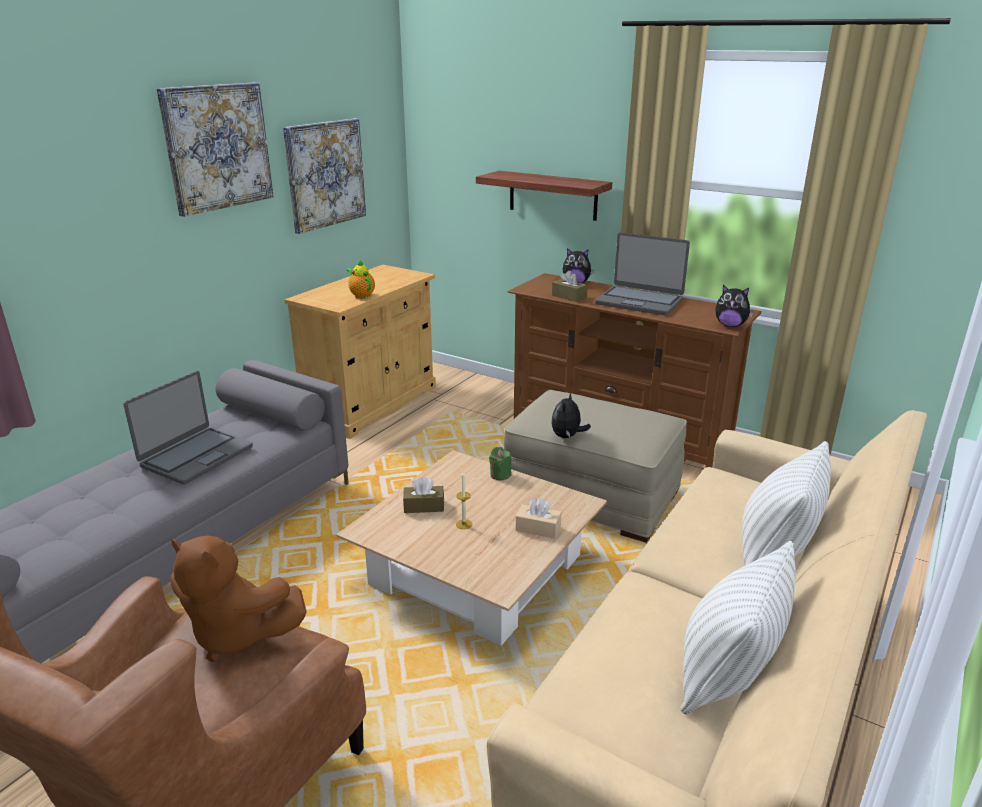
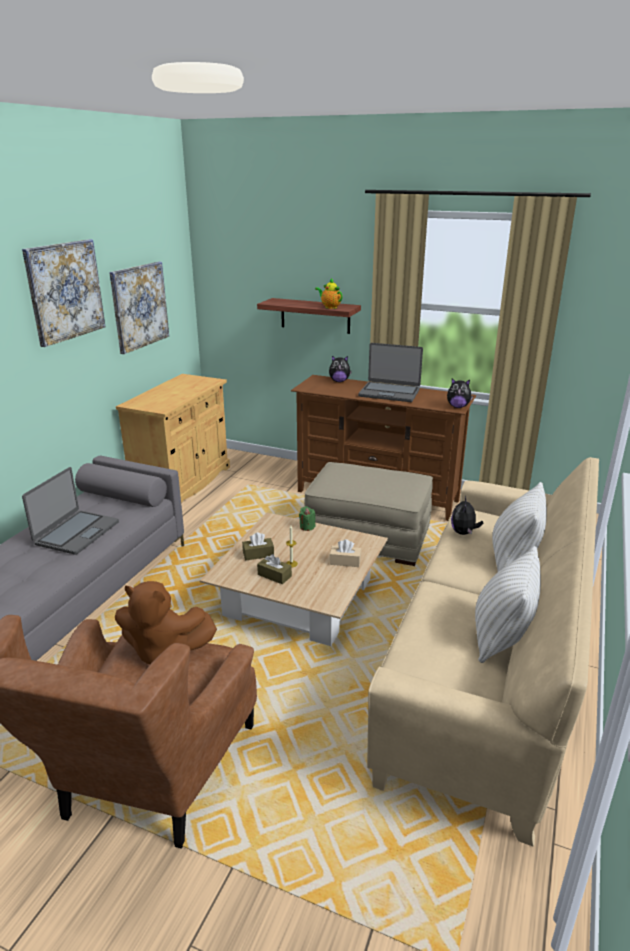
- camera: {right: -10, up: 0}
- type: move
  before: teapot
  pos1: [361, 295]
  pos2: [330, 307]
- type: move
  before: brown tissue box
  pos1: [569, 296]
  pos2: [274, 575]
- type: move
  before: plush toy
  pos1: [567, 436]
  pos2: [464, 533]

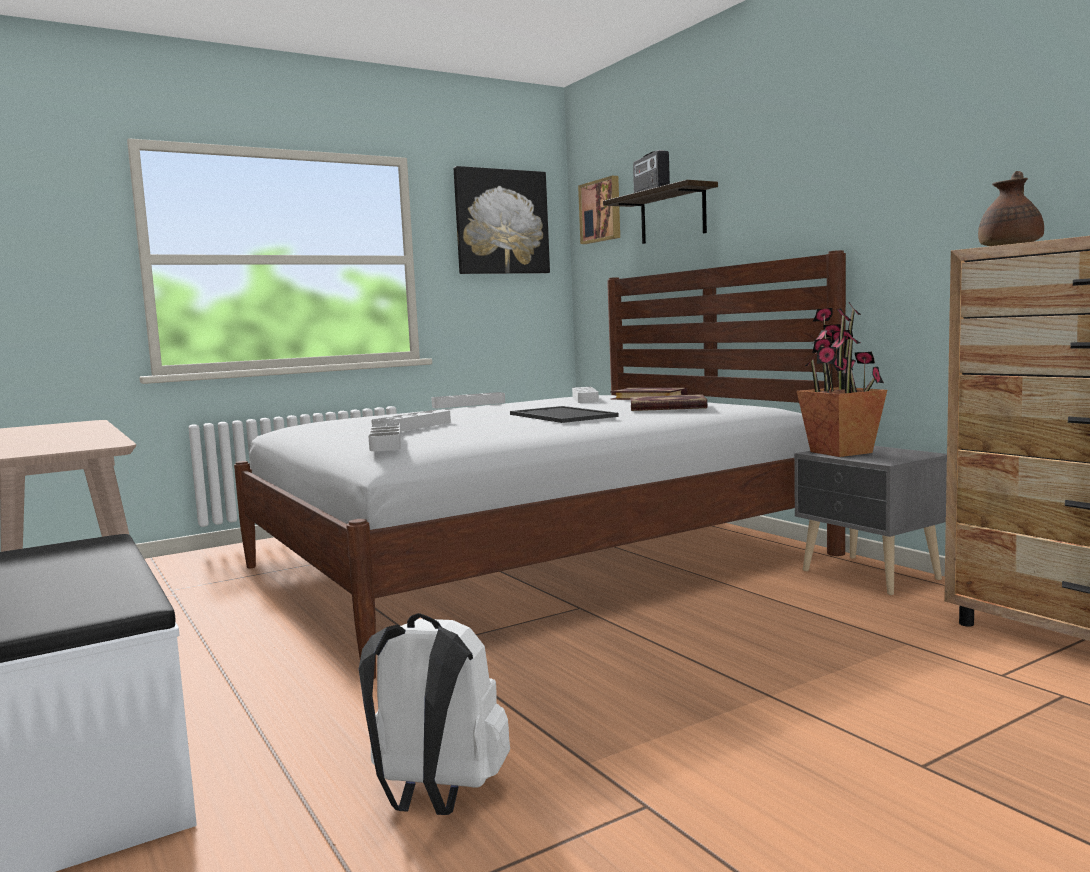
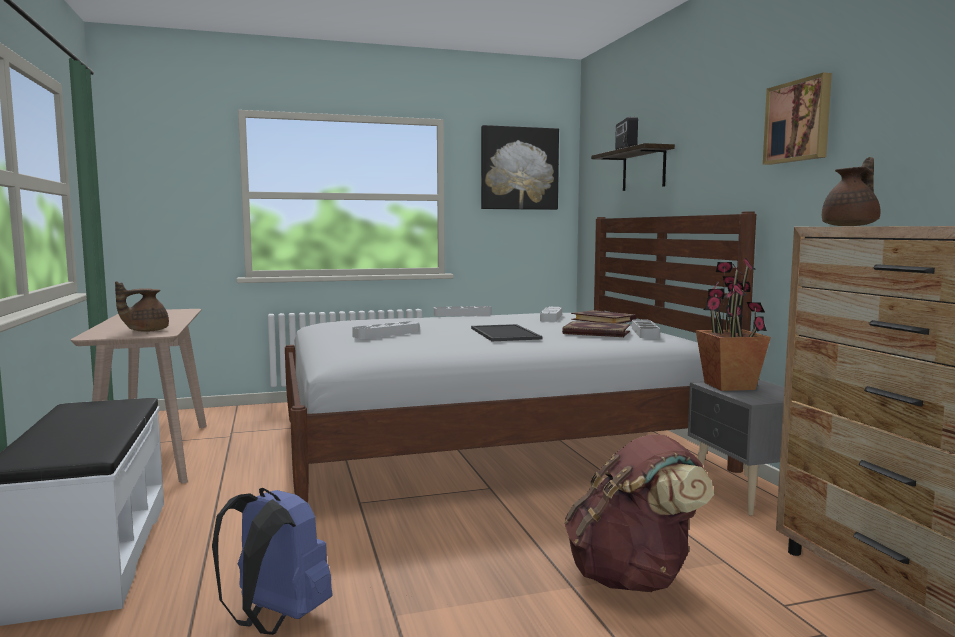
- camera: {right: 15, up: 0}
- type: move
  before: picture
  pos1: [601, 211]
  pos2: [799, 121]
- type: move
  before: grey tray
  pos1: [385, 443]
  pos2: [645, 333]
- type: recolor
  before: white backpack
  after: blue backpack
  pos1: [435, 797]
  pos2: [275, 619]
- type: insert
  after: brown teapot
  pos2: [145, 331]
- type: insert
  after: brown backpack
  pos2: [633, 577]

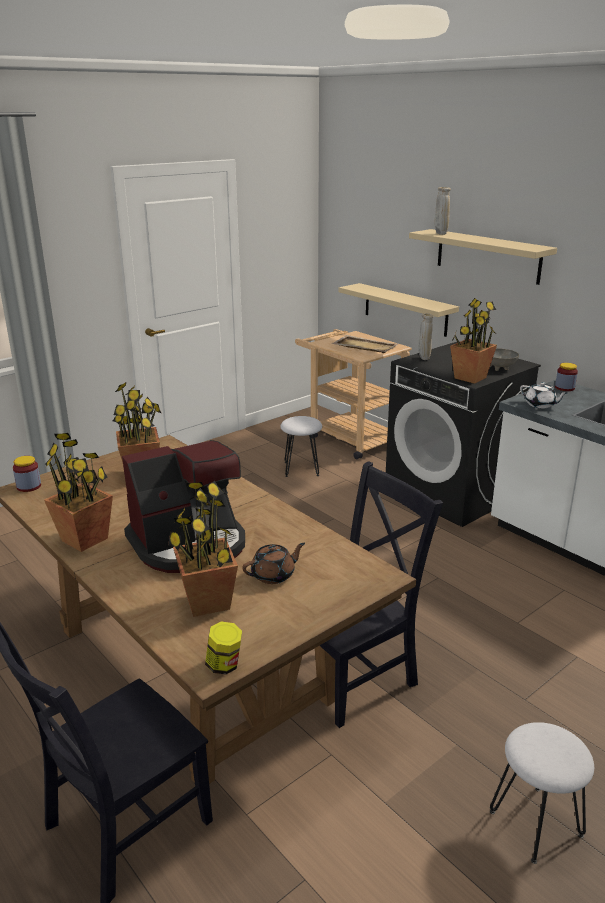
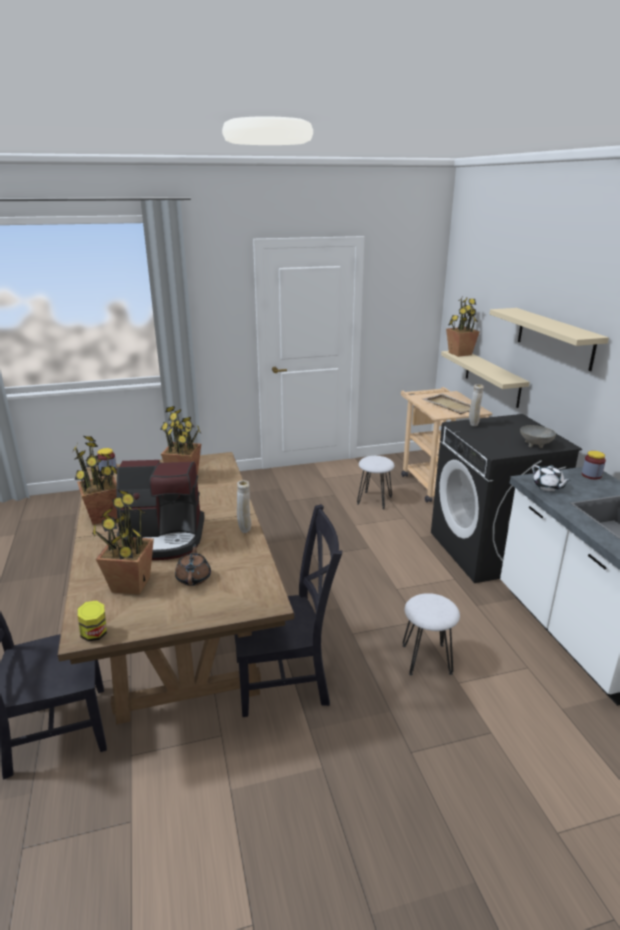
- camera: {right: 25, up: 0}
- type: move
  before: beige vase
  pos1: [440, 234]
  pos2: [244, 530]
- type: move
  before: potted plant
  pos1: [470, 378]
  pos2: [459, 353]
- type: rotate
  before: brown teapot
  pos1: [274, 575]
  pos2: [194, 578]
  turn: -90
- type: move
  before: white stool
  pos1: [535, 823]
  pos2: [426, 659]

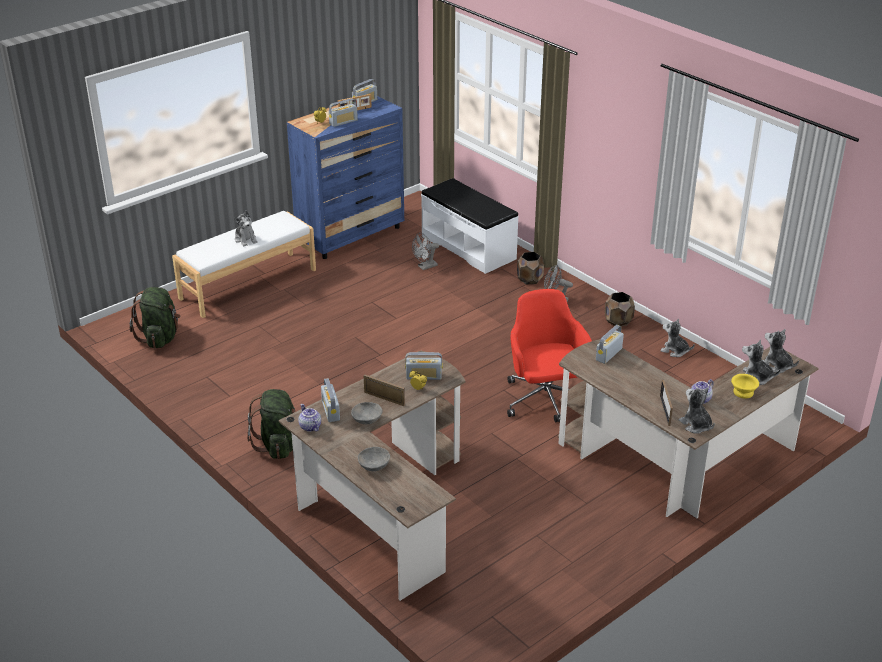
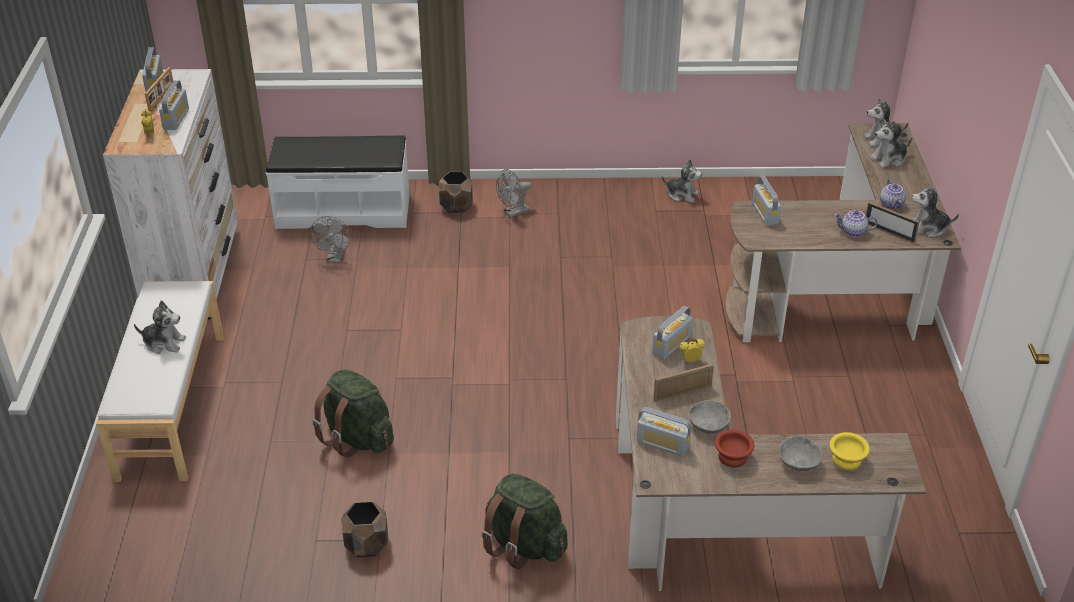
- camera: {right: -50, up: 5}
- type: recolor
  before: blue dresser
  after: white dresser
  pos1: [351, 235]
  pos2: [194, 274]
- type: move
  before: green backpack
  pos1: [160, 338]
  pos2: [357, 438]
- type: delete
  before: red office chair
  pos1: [545, 400]
- type: move
  before: brown planter
  pos1: [618, 321]
  pos2: [367, 545]
- type: rotate
  before: plush toy
  pos1: [674, 351]
  pos2: [682, 194]
  turn: -135
- type: move
  before: yellow bowl
  pos1: [744, 392]
  pos2: [847, 459]
- type: move
  before: teapot
  pos1: [309, 427]
  pos2: [853, 232]
- type: insert
  after: brown bowl
  pos2: [731, 456]

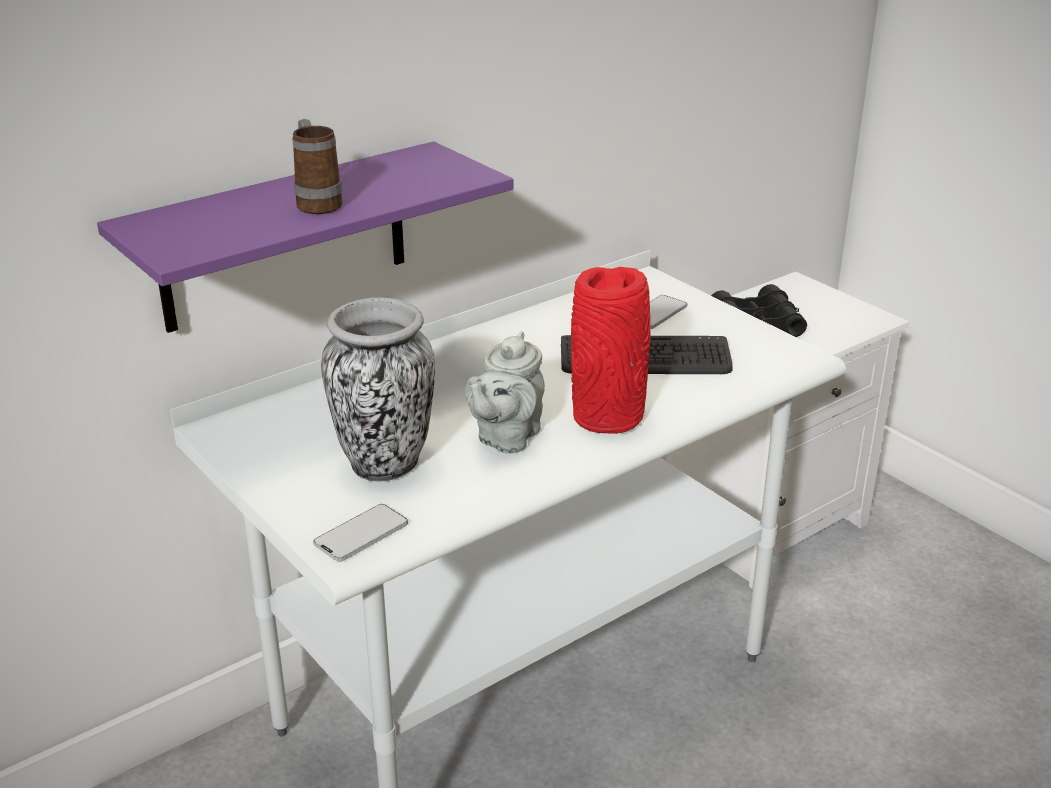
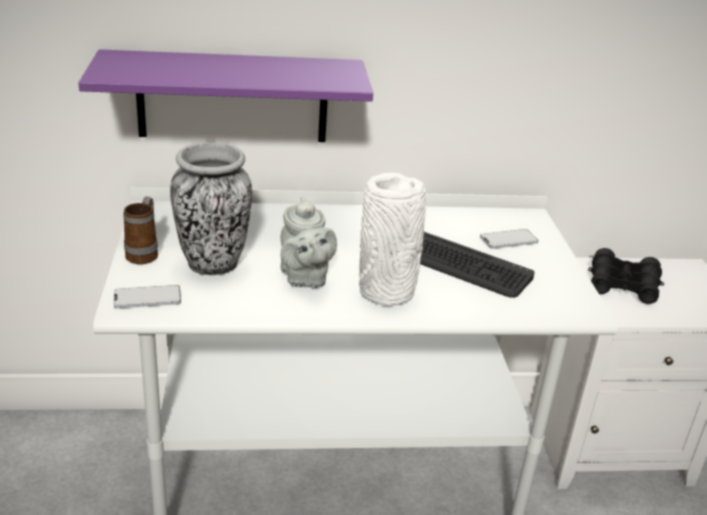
- camera: {right: 30, up: 0}
- type: move
  before: mug
  pos1: [317, 202]
  pos2: [144, 253]
- type: recolor
  before: red vase
  after: white vase
  pos1: [608, 417]
  pos2: [388, 292]
- type: rotate
  before: grey teapot
  pos1: [506, 438]
  pos2: [304, 278]
  turn: -75

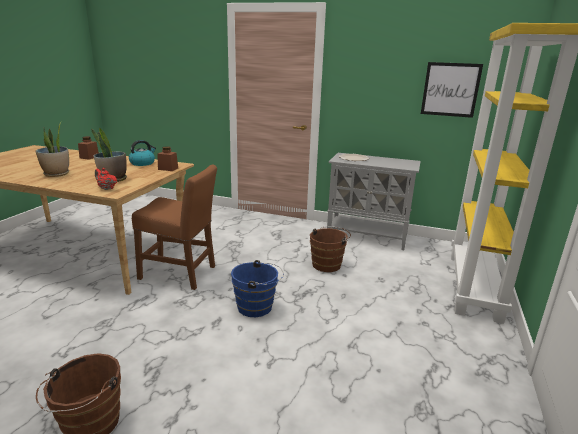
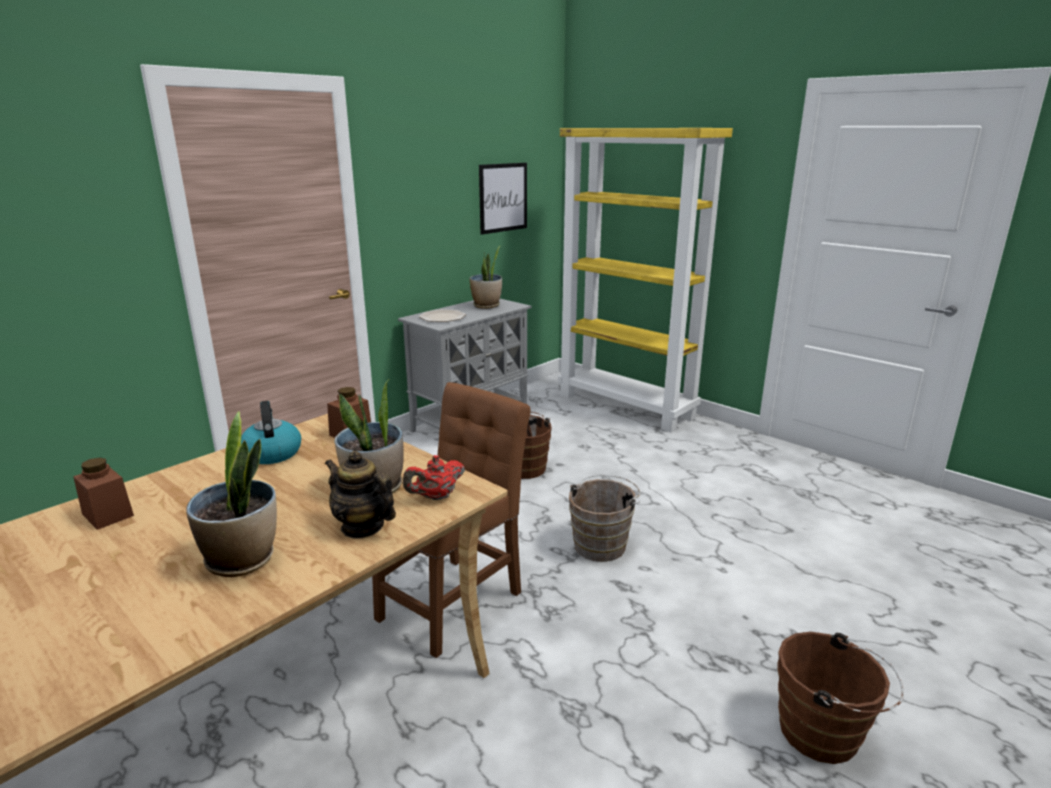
- camera: {right: -65, up: 0}
- type: recolor
  before: blue bucket
  after: brown bucket
  pos1: [257, 307]
  pos2: [602, 544]
- type: insert
  after: potted plant
  pos2: [486, 306]
- type: insert
  after: teapot
  pos2: [362, 527]

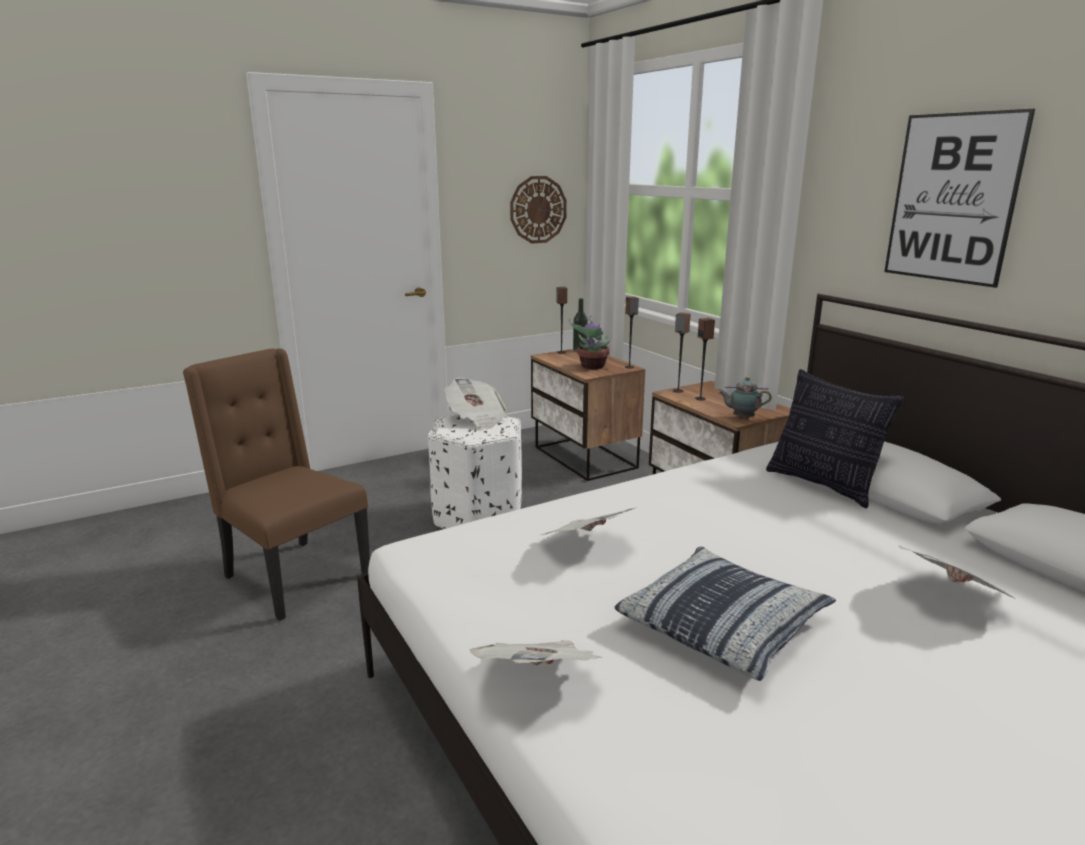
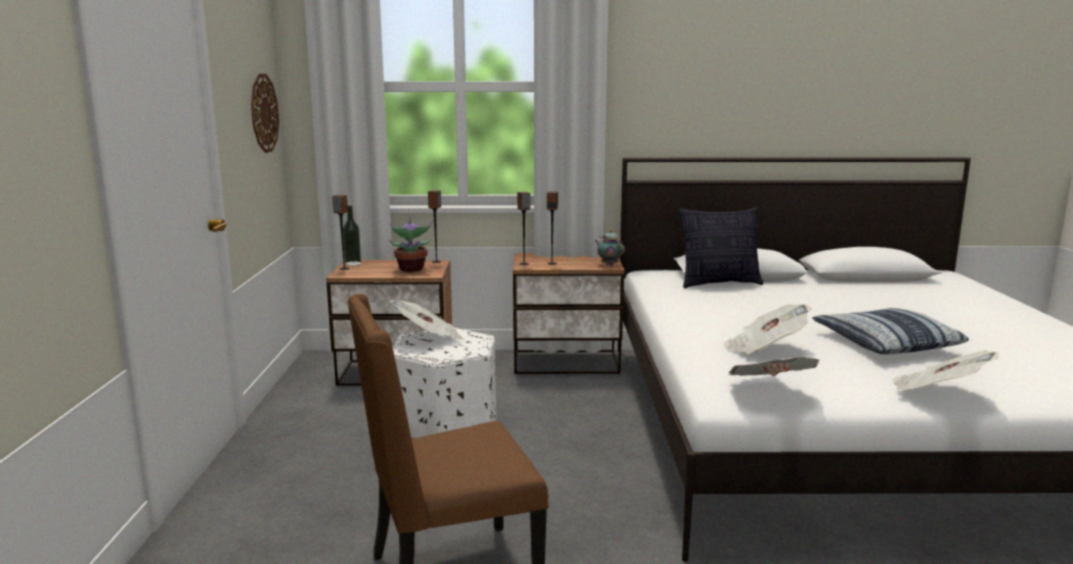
- camera: {right: -60, up: -5}
- type: delete
  before: picture
  pos1: [953, 198]
- type: rotate
  before: teapot
  pos1: [741, 418]
  pos2: [609, 265]
  turn: 105
- type: move
  before: newspaper
  pos1: [954, 598]
  pos2: [770, 390]

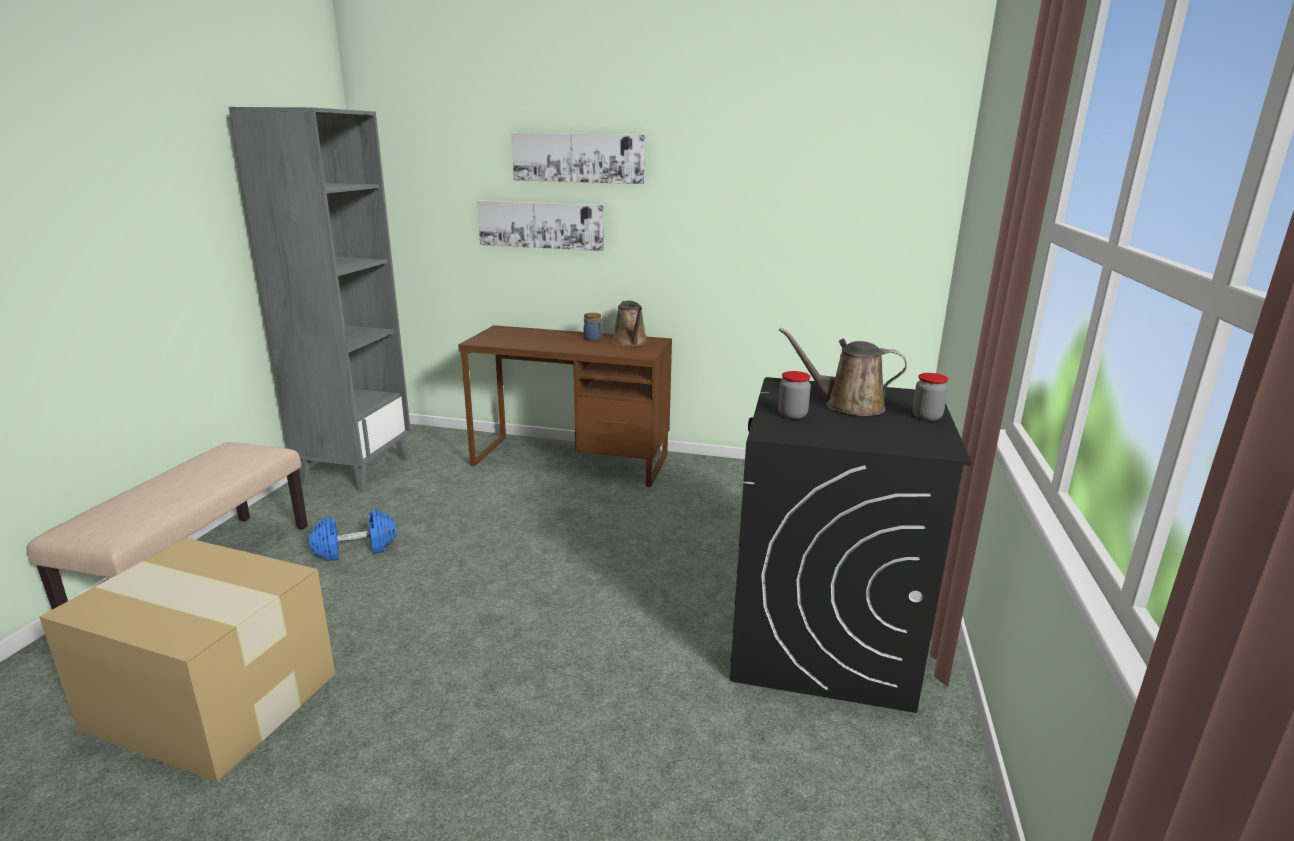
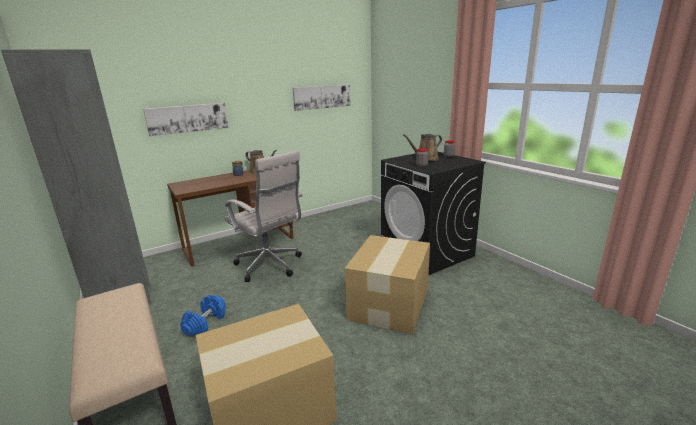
- camera: {right: -45, up: 0}
- type: move
  before: picture
  pos1: [578, 158]
  pos2: [322, 97]
- type: insert
  after: white office chair
  pos2: [270, 266]
- type: insert
  after: cardboard box
  pos2: [390, 303]

